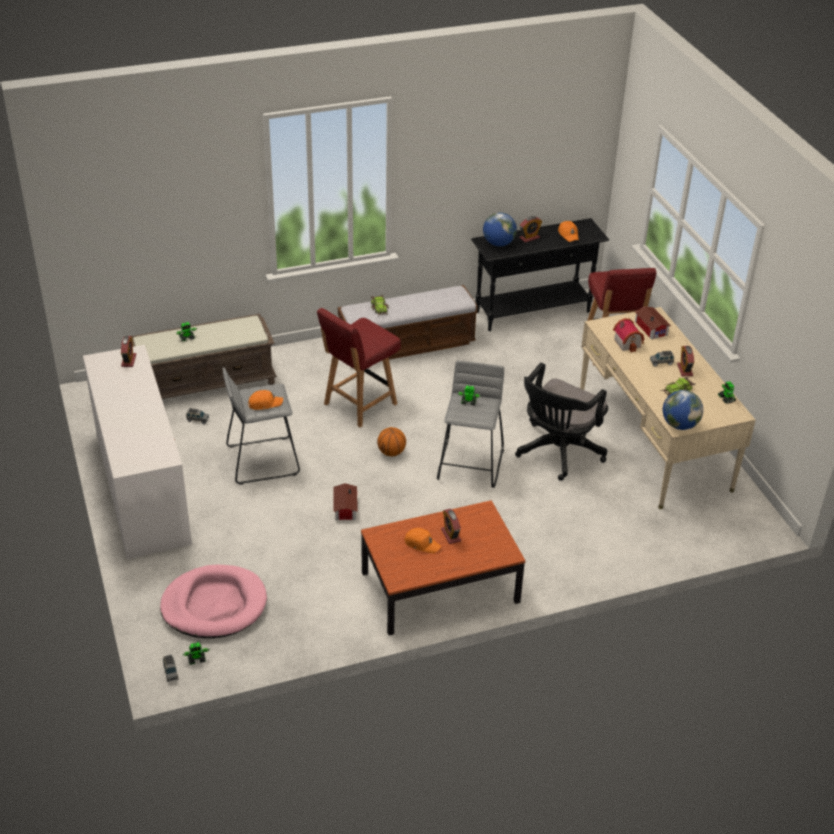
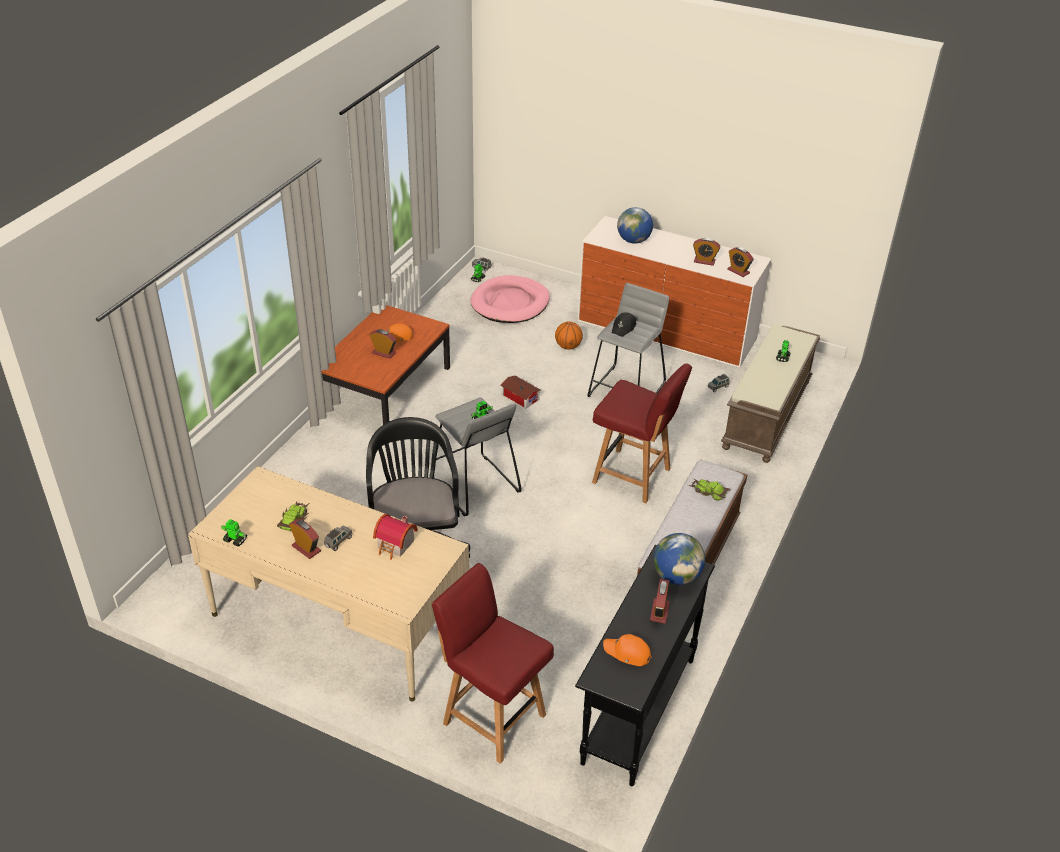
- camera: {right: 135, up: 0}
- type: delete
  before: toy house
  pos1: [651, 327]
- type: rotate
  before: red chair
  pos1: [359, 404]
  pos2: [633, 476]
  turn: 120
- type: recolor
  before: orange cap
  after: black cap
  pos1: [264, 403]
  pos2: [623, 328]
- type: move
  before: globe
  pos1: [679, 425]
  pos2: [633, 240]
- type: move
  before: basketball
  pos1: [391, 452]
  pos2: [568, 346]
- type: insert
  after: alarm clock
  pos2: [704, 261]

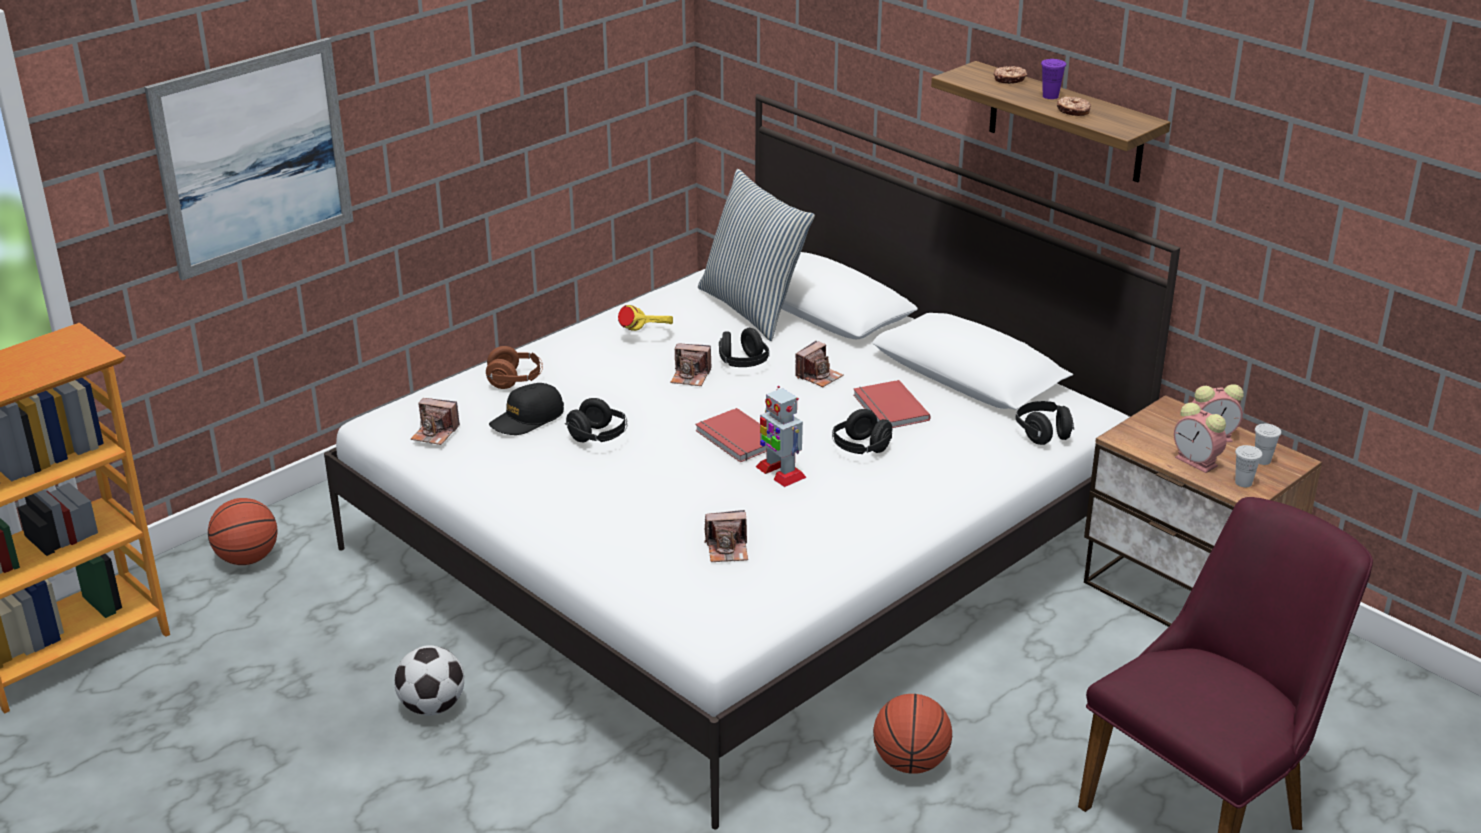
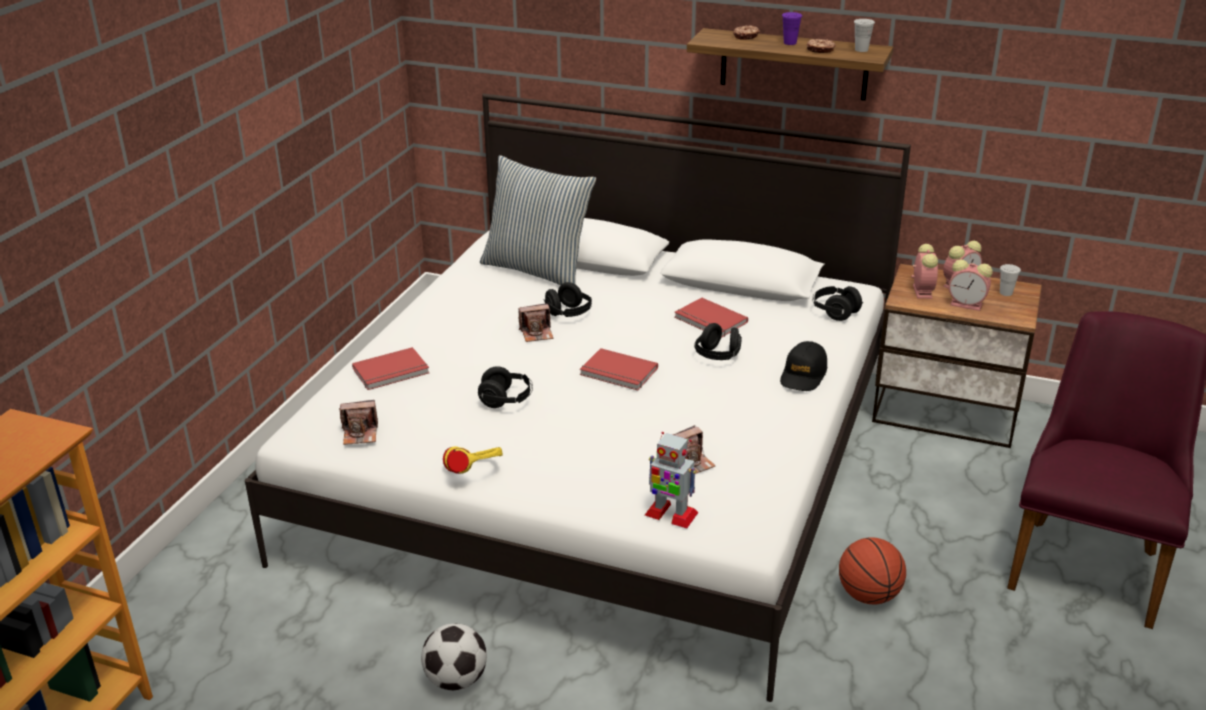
- camera: {right: -25, up: 0}
- type: delete
  before: picture
  pos1: [253, 157]
- type: move
  before: yellow headphones
  pos1: [647, 335]
  pos2: [474, 473]
- type: delete
  before: photo camera
  pos1: [818, 376]
- type: replace
  before: brown headphones
  after: red book
  pos1: [515, 381]
  pos2: [392, 372]
- type: move
  before: black cap
  pos1: [527, 419]
  pos2: [803, 375]
- type: move
  before: toy robot
  pos1: [780, 472]
  pos2: [670, 514]
- type: move
  before: white cup
  pos1: [1243, 482]
  pos2: [861, 50]
- type: delete
  before: basketball
  pos1: [247, 559]
- type: insert
  after: alarm clock
  pos2: [921, 291]

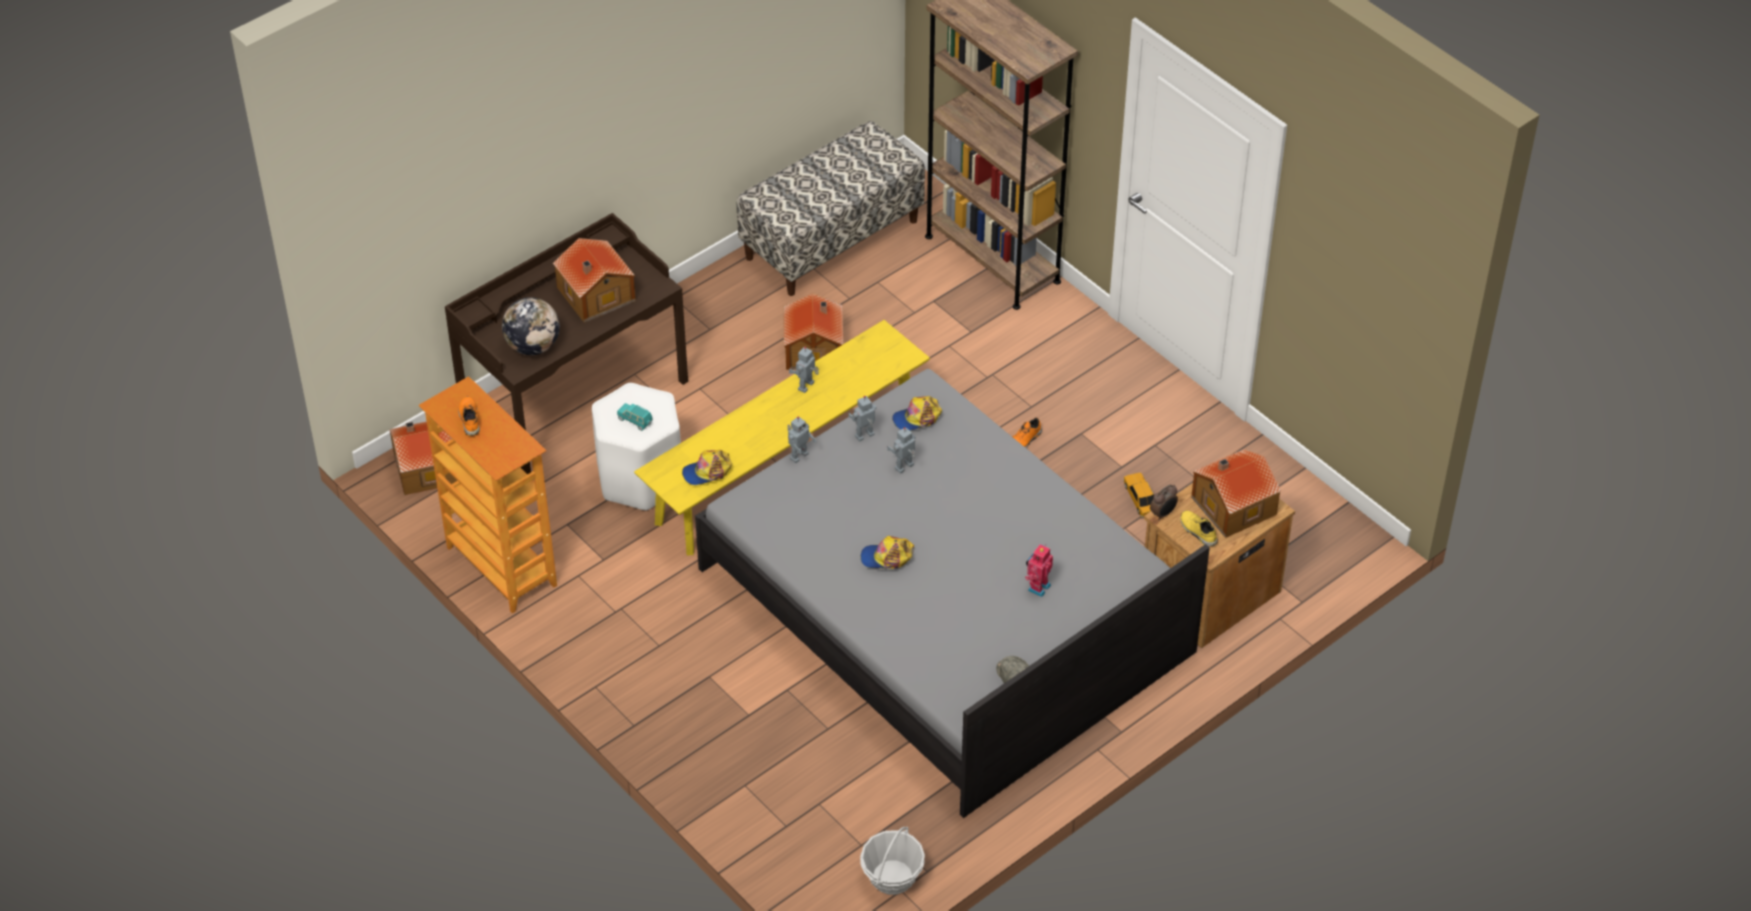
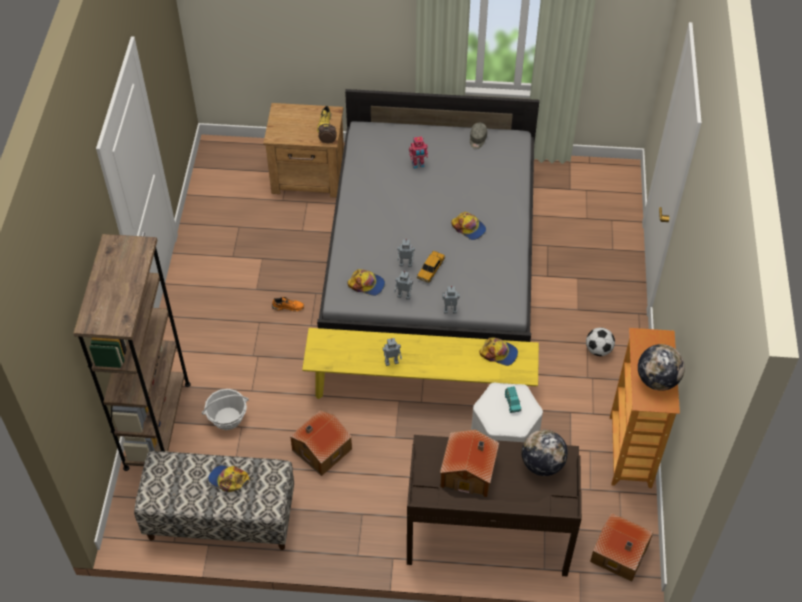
- camera: {right: -135, up: 5}
- type: replace
  before: orange shoe
  after: globe
  pos1: [469, 419]
  pos2: [657, 380]
- type: delete
  before: toy house
  pos1: [1232, 505]
- type: move
  before: toy car
  pos1: [1140, 499]
  pos2: [430, 269]
- type: move
  before: basket
  pos1: [892, 877]
  pos2: [227, 418]
- type: insert
  after: football
  pos2: [598, 350]
- type: insert
  after: cap
  pos2: [228, 480]

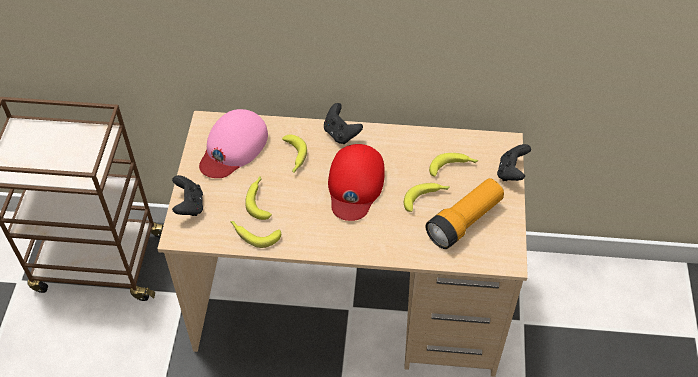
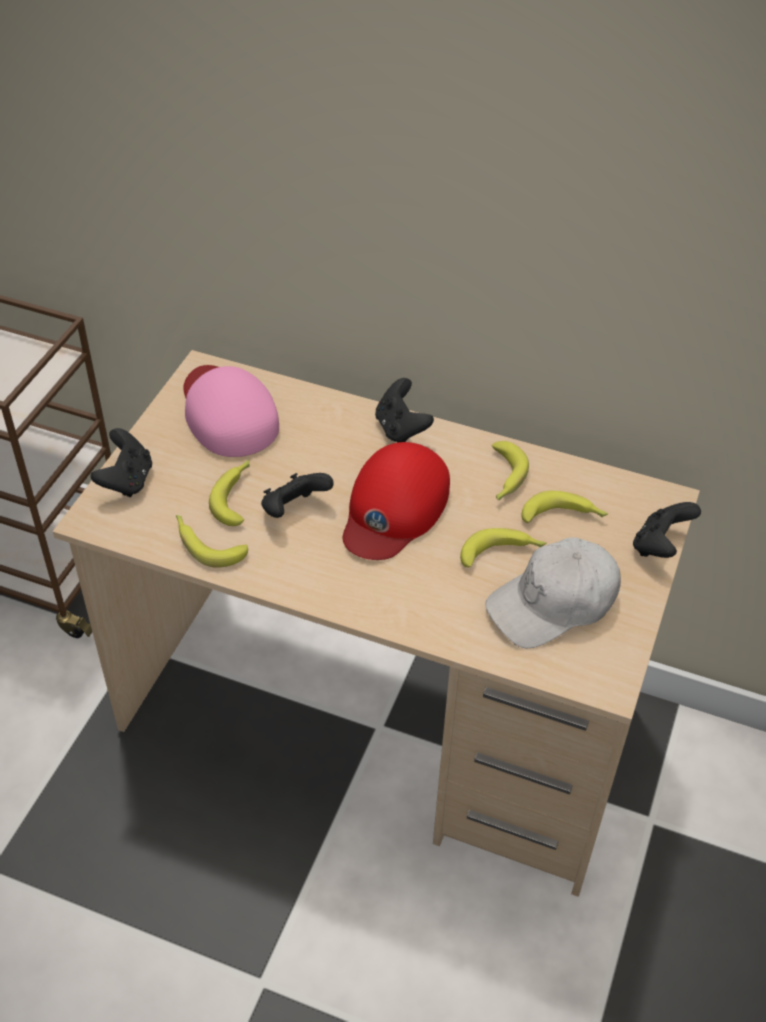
- camera: {right: 15, up: -5}
- type: rotate
  before: pink cap
  pos1: [233, 147]
  pos2: [227, 413]
  turn: 105
- type: move
  before: banana
  pos1: [294, 157]
  pos2: [504, 478]
- type: replace
  before: flashlight
  after: white cap
  pos1: [464, 221]
  pos2: [553, 604]
- type: insert
  after: black game controller
  pos2: [294, 510]

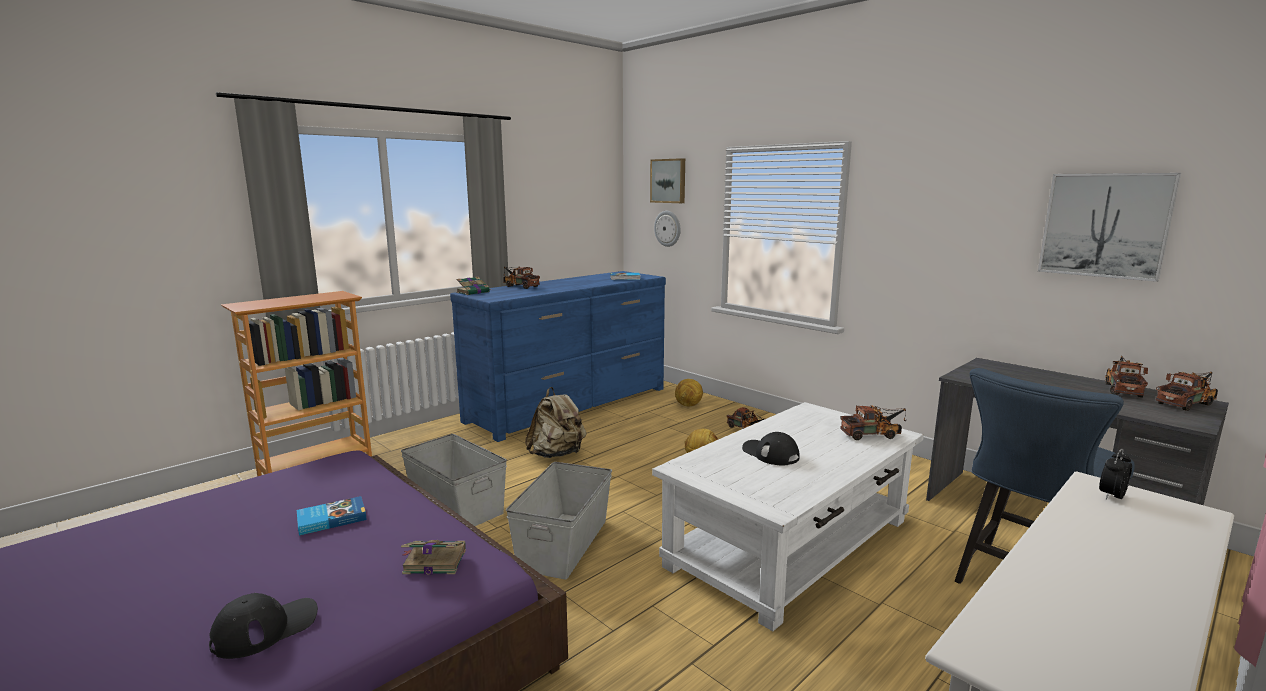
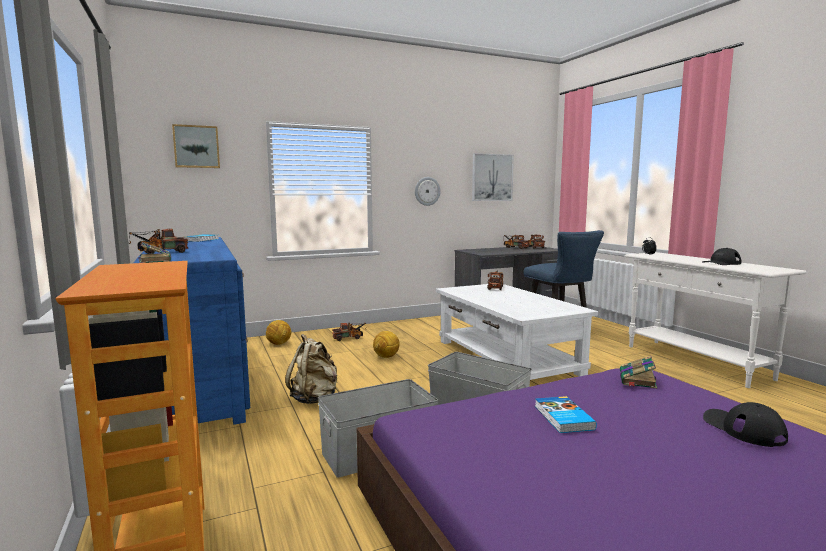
- camera: {right: -70, up: -5}
- type: move
  before: wall clock
  pos1: [668, 228]
  pos2: [427, 191]
- type: move
  before: black cap
  pos1: [770, 453]
  pos2: [721, 263]

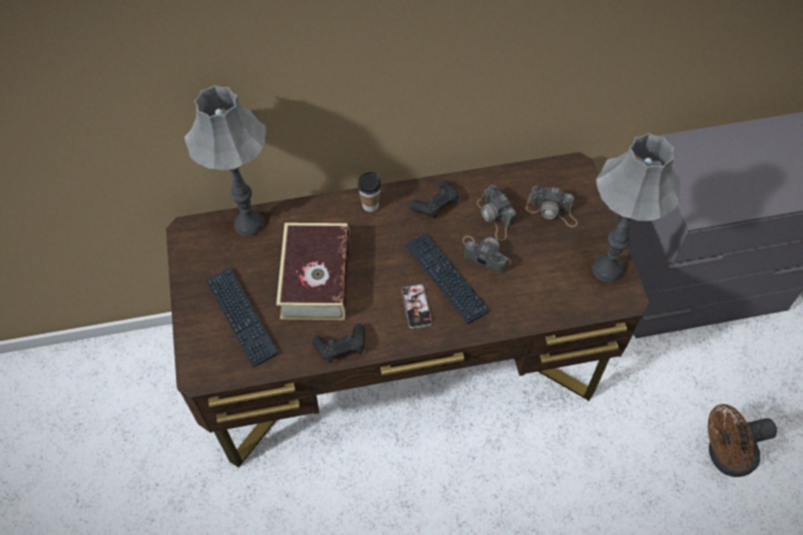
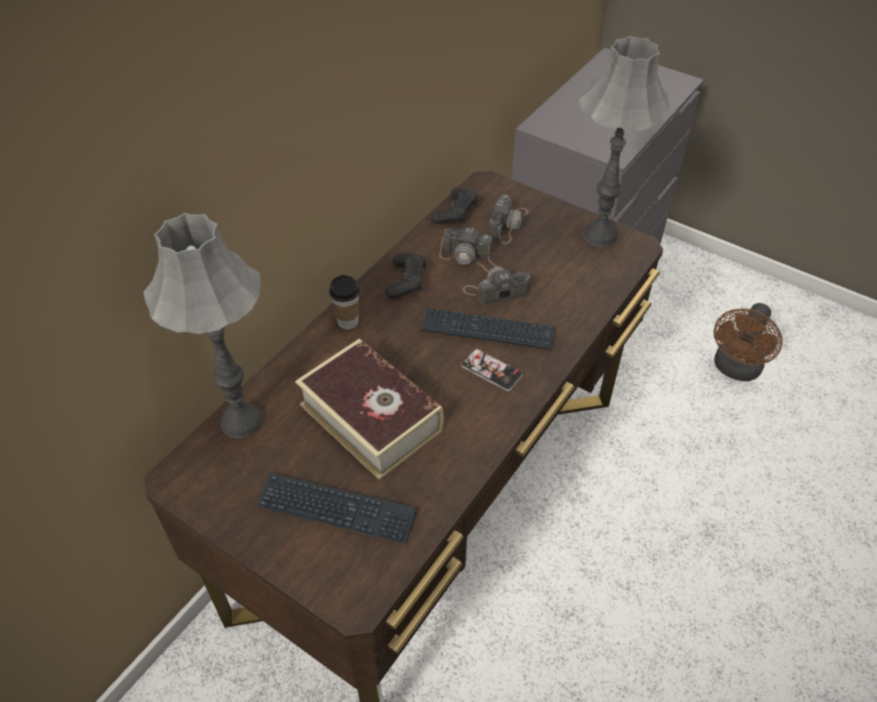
- camera: {right: -45, up: -10}
- type: rotate
  before: photo camera
  pos1: [552, 211]
  pos2: [508, 224]
  turn: -45
- type: move
  before: black game controller
  pos1: [341, 346]
  pos2: [456, 213]

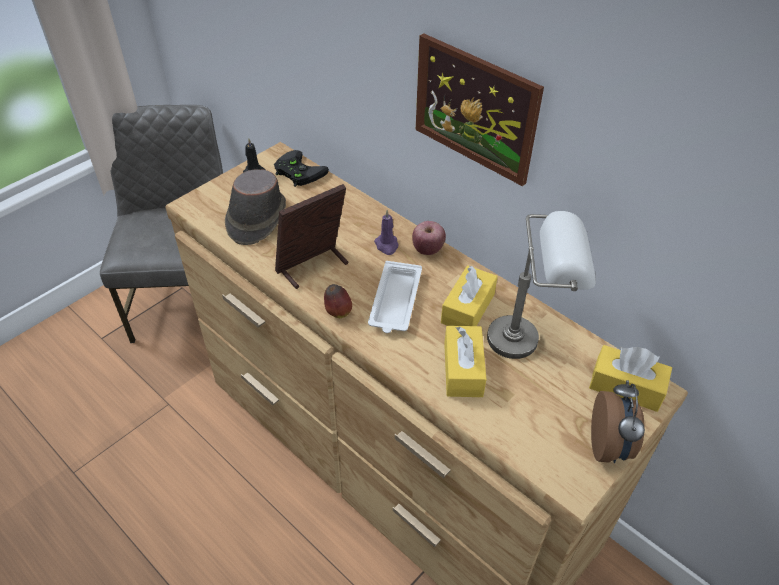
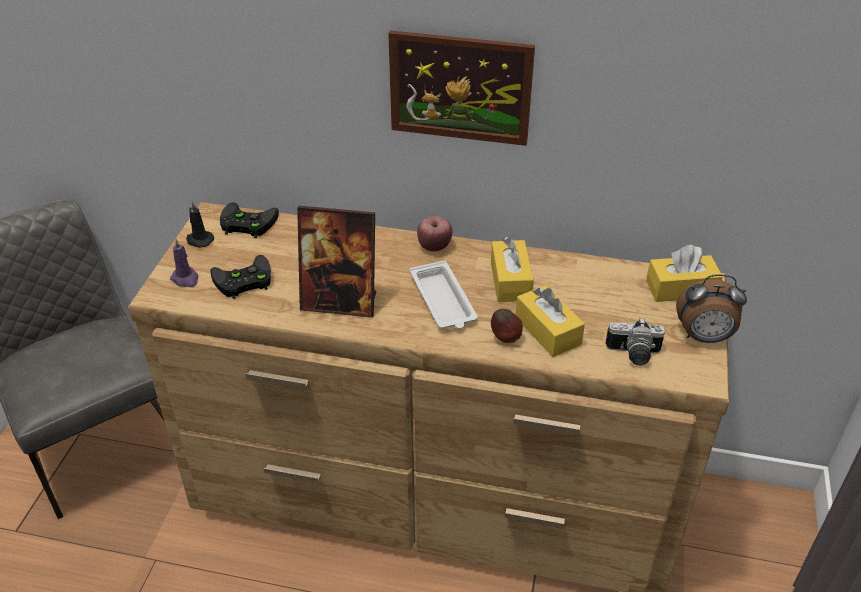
- camera: {right: -30, up: -5}
- type: replace
  before: brown hat
  after: black game controller
  pos1: [256, 218]
  pos2: [242, 281]
- type: rotate
  before: picture frame
  pos1: [313, 267]
  pos2: [340, 302]
  turn: -105
- type: move
  before: purple candle
  pos1: [387, 245]
  pos2: [185, 279]
- type: delete
  before: grey table lamp
  pos1: [530, 338]
- type: move
  before: apple
  pos1: [337, 313]
  pos2: [505, 339]
- type: rotate
  before: alarm clock
  pos1: [609, 446]
  pos2: [704, 337]
  turn: 120
- type: insert
  after: photo camera
  pos2: [633, 355]

